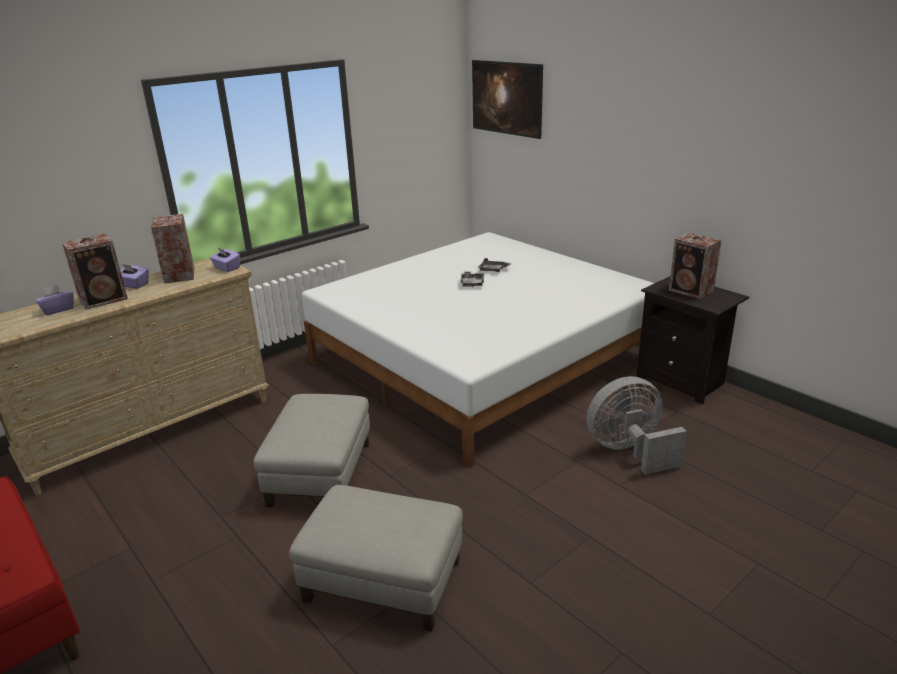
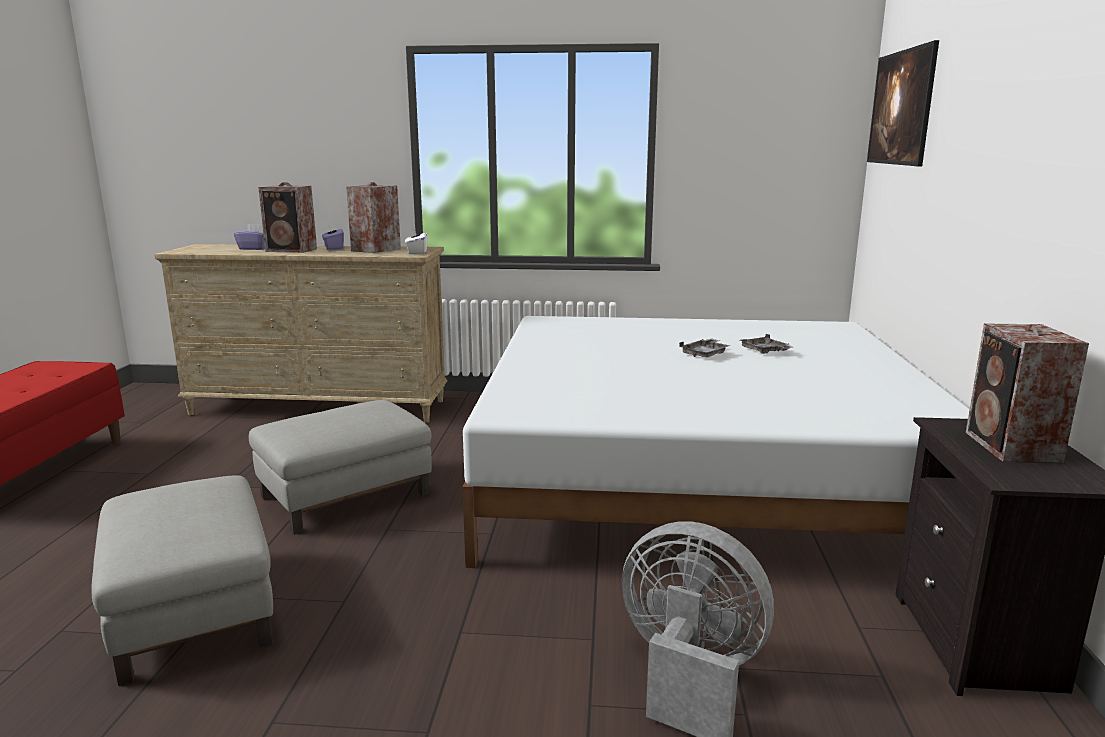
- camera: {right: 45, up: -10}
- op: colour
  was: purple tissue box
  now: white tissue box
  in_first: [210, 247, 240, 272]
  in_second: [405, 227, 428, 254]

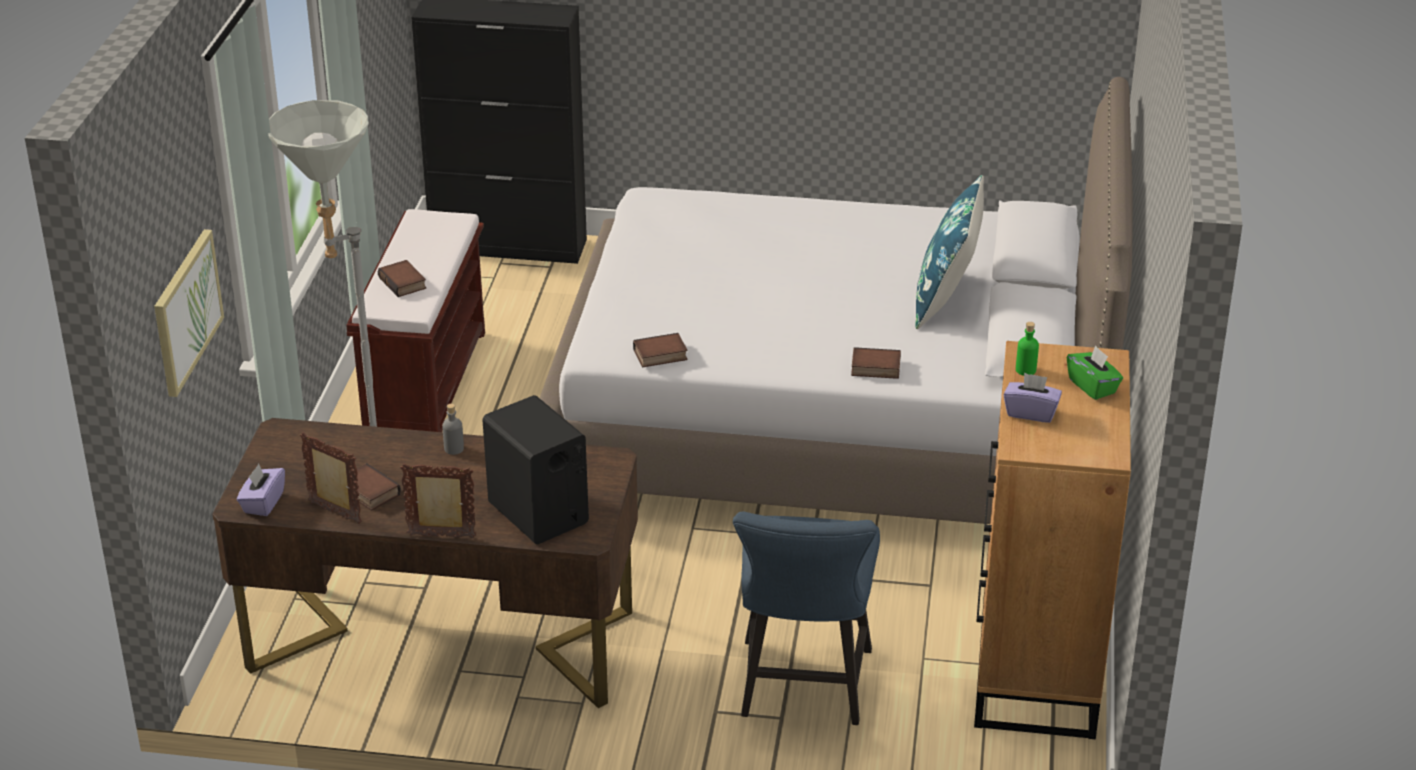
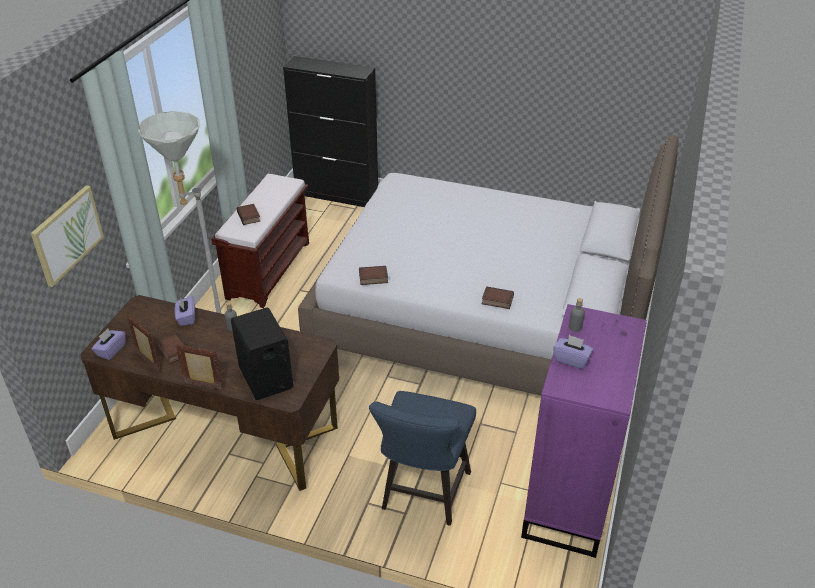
- camera: {right: 10, up: 5}
- op: missing
  was: blue pillow
  in_first: [915, 175, 984, 329]
- op: colour
  was: brown dresser
  now: purple dresser
  in_first: [974, 341, 1131, 739]
  in_second: [521, 304, 647, 558]
- op: colour
  was: green bottle
  now: grey bottle
  in_first: [1016, 322, 1039, 376]
  in_second: [569, 298, 585, 332]
- op: missing
  was: green tissue box
  in_first: [1067, 345, 1123, 400]
- op: appeared
  now: purple tissue box
  in_second: [175, 296, 195, 326]

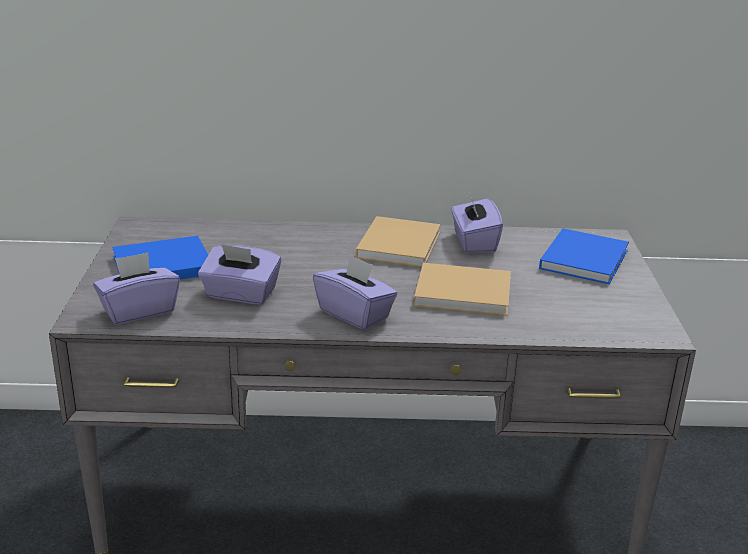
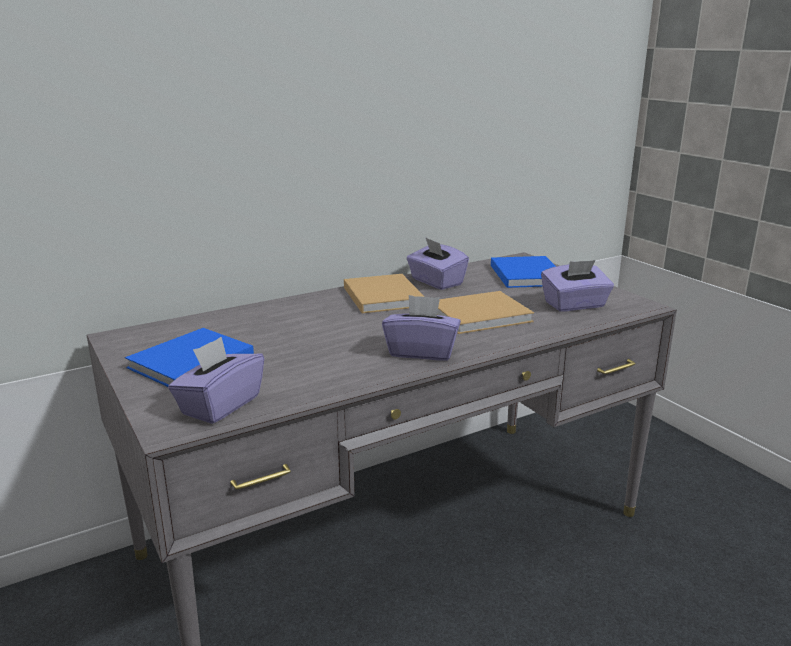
- camera: {right: -30, up: -5}
- op: relocated
  was: purple tissue box
  in_first: [198, 244, 282, 305]
  in_second: [541, 260, 614, 312]

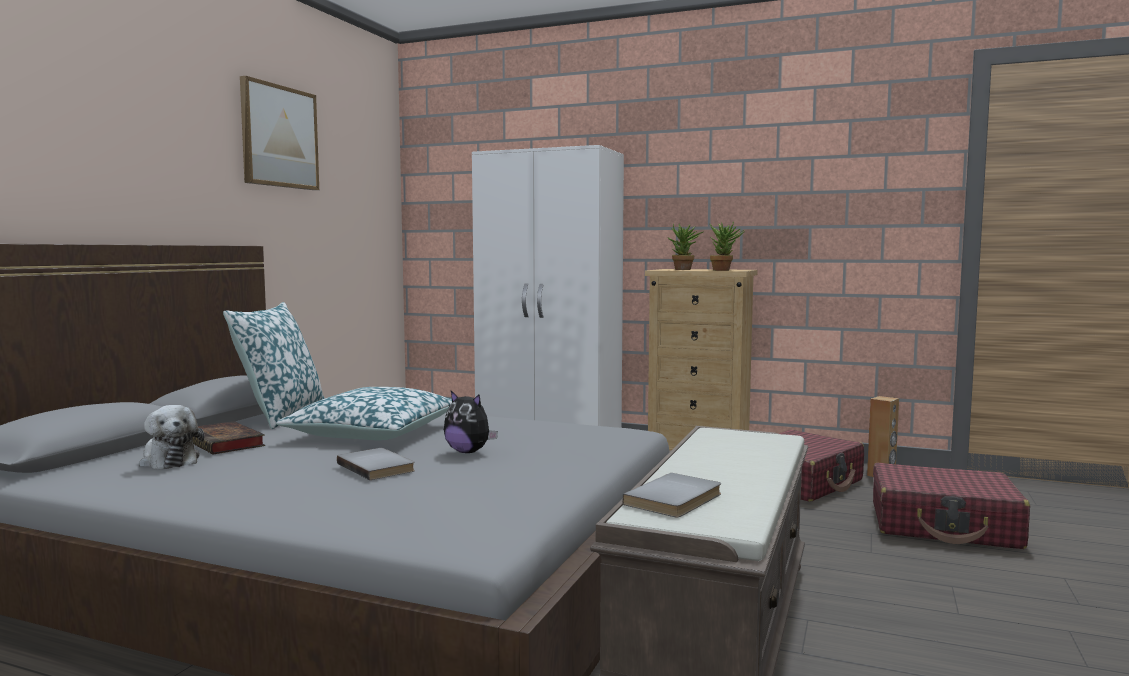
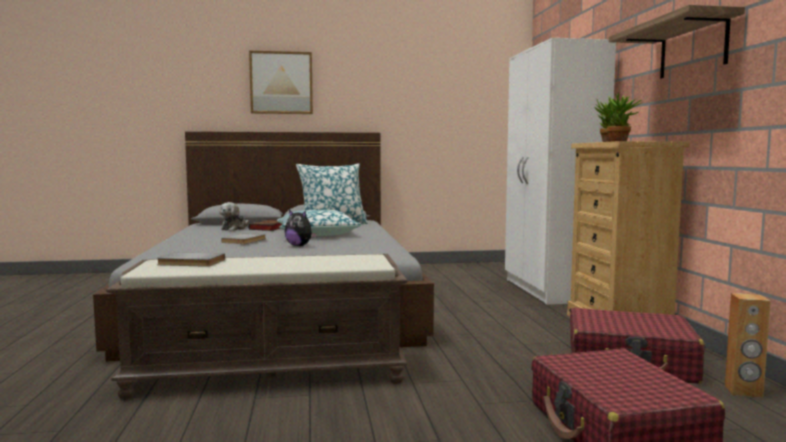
- camera: {right: 60, up: 0}
- op: relocated
  was: picture
  in_first: [240, 76, 319, 190]
  in_second: [249, 51, 313, 114]
- op: spun
  was: plush toy
  in_first: [444, 391, 498, 453]
  in_second: [285, 210, 317, 246]
  clockwise: -60
- op: appeared
  now: shelf
  in_second: [609, 5, 745, 79]

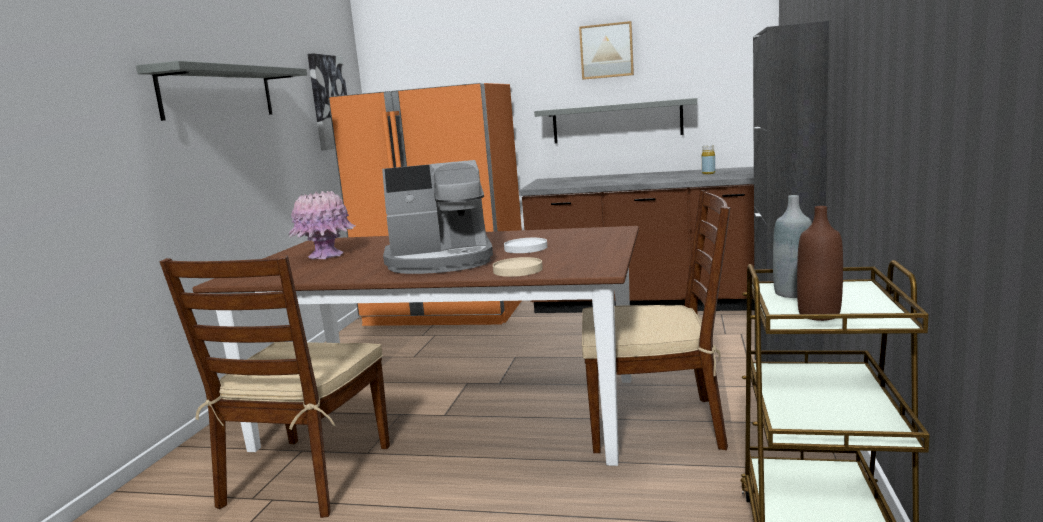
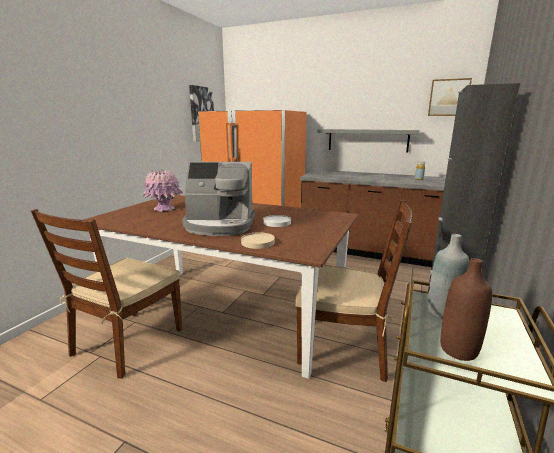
- camera: {right: 10, up: 5}
- op: missing
  was: grey shelf
  in_first: [136, 61, 307, 121]
- op: relocated
  was: picture
  in_first: [579, 21, 634, 80]
  in_second: [428, 78, 472, 116]

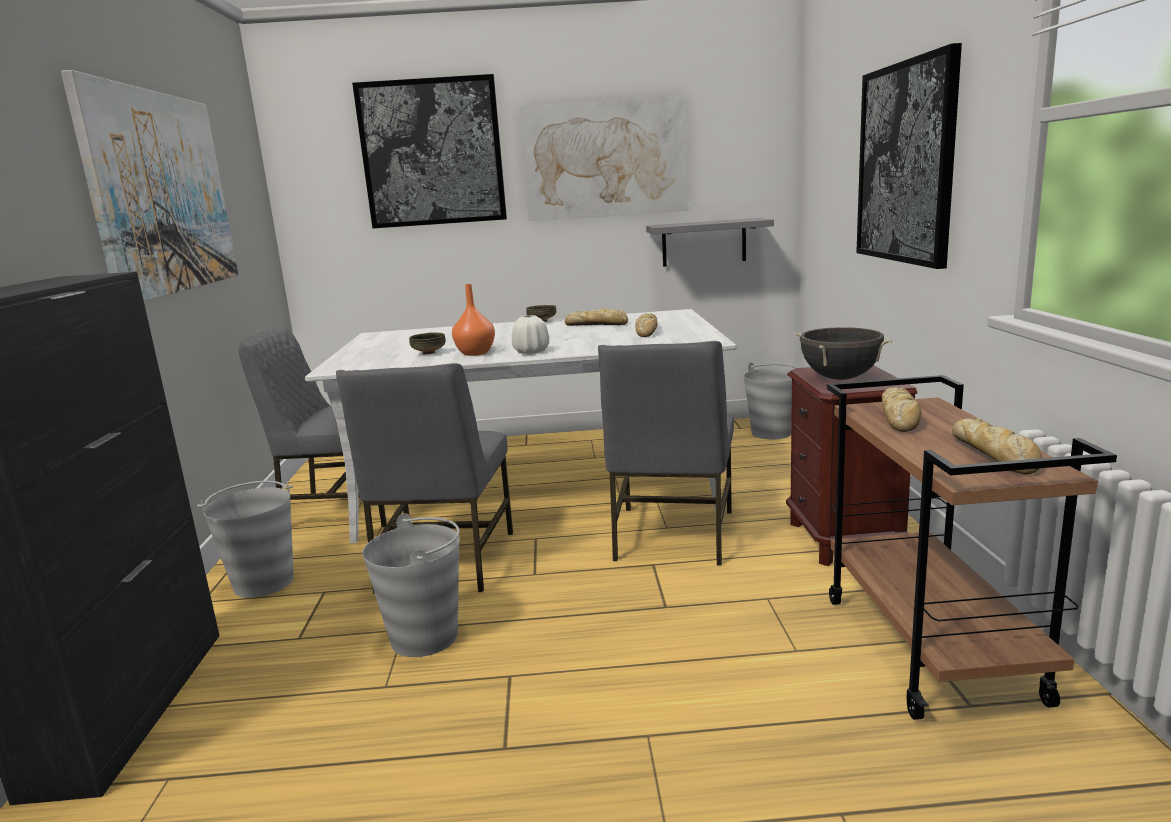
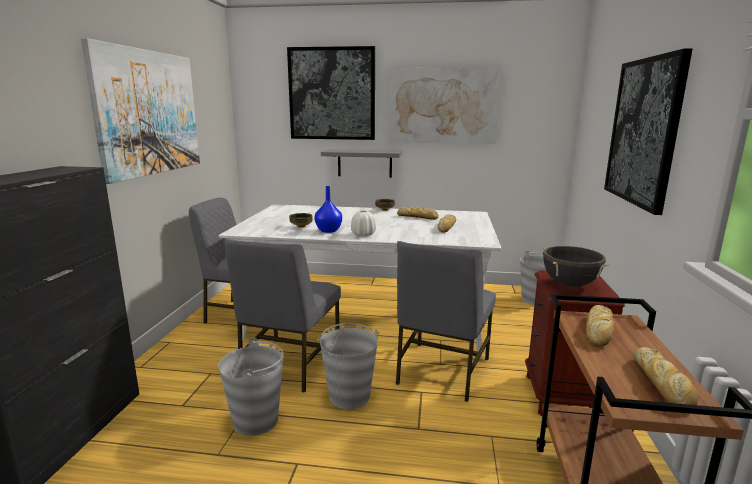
- camera: {right: 10, up: 0}
- op: relocated
  was: grey bucket
  in_first: [197, 481, 294, 598]
  in_second: [317, 323, 379, 409]
- op: colour
  was: orange vase
  now: blue vase
  in_first: [452, 284, 495, 356]
  in_second: [314, 186, 342, 233]
- op: relocated
  was: grey shelf
  in_first: [646, 218, 774, 267]
  in_second: [321, 149, 402, 178]

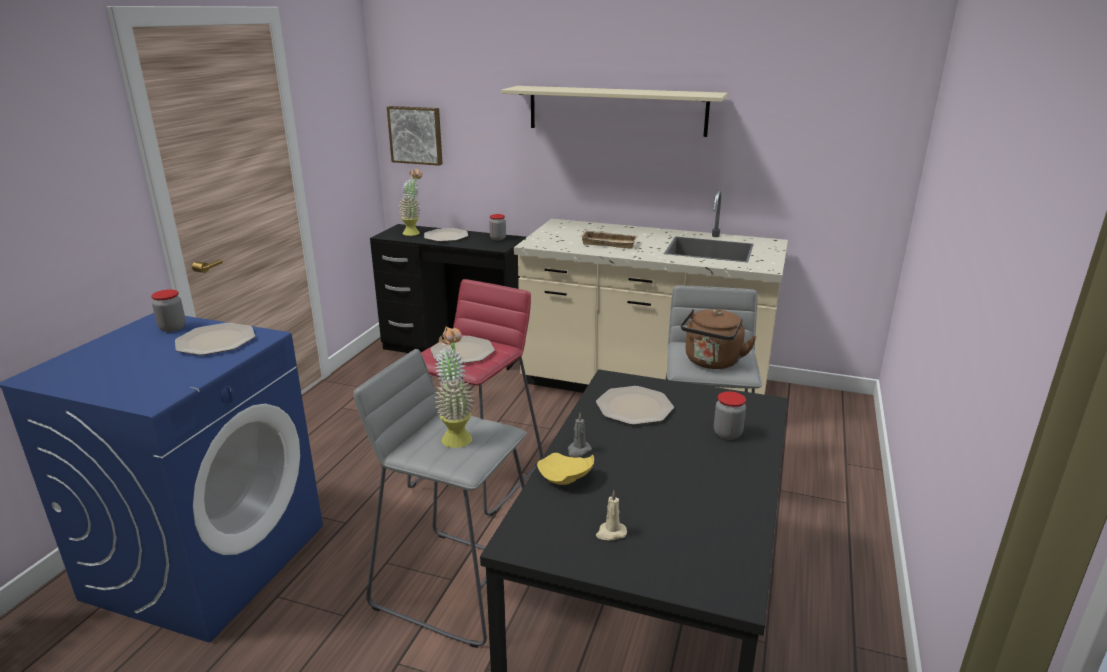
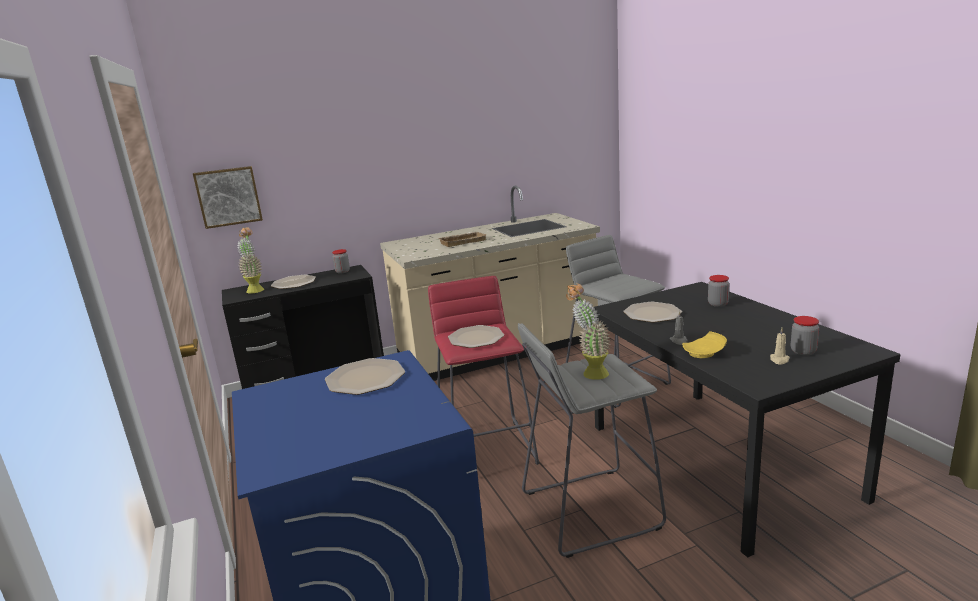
- camera: {right: -40, up: -5}
- op: relocated
  was: jar
  in_first: [151, 289, 186, 332]
  in_second: [791, 316, 819, 355]
- op: missing
  was: beige shelf
  in_first: [501, 86, 727, 137]
- op: missing
  was: brown kettle
  in_first: [681, 309, 756, 369]

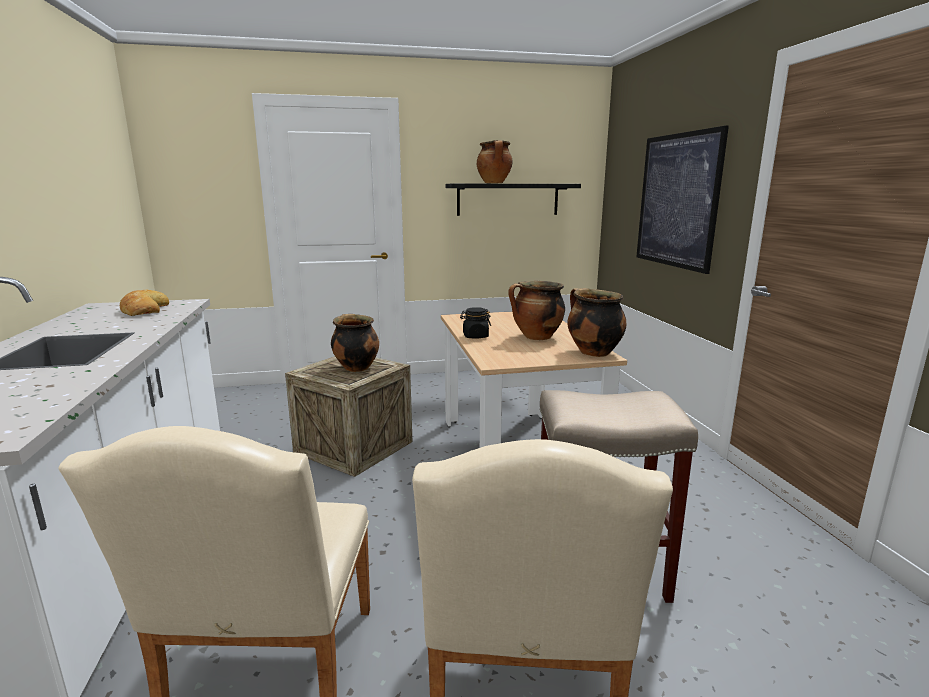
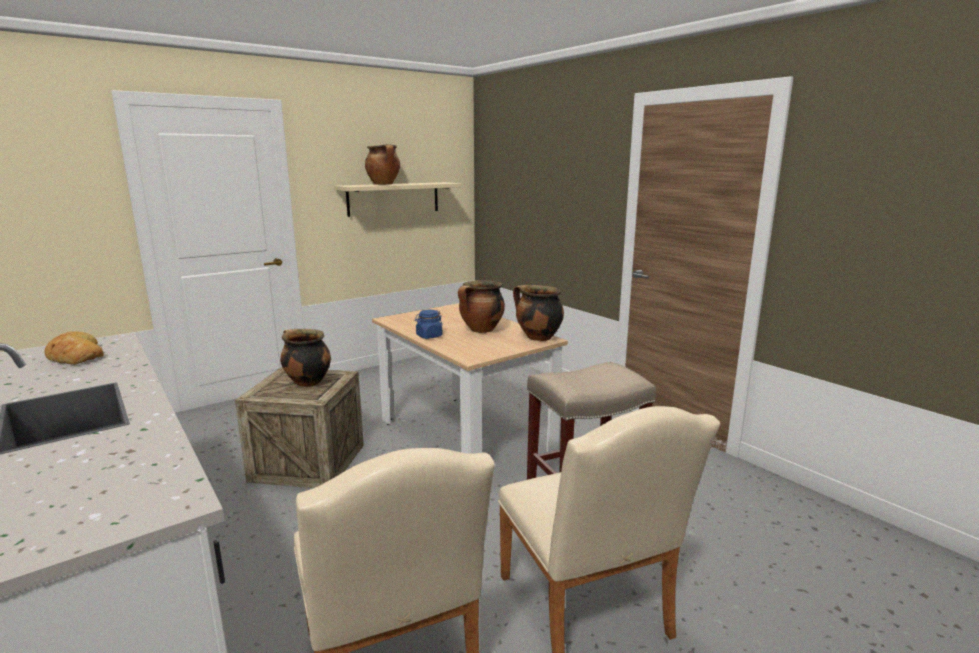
- camera: {right: -25, up: 0}
- op: colour
  was: black shelf
  now: beige shelf
  in_first: [445, 184, 581, 216]
  in_second: [334, 182, 461, 217]
- op: colour
  was: black jar
  now: blue jar
  in_first: [460, 307, 491, 339]
  in_second: [415, 310, 443, 339]
- op: missing
  was: picture
  in_first: [636, 126, 729, 274]

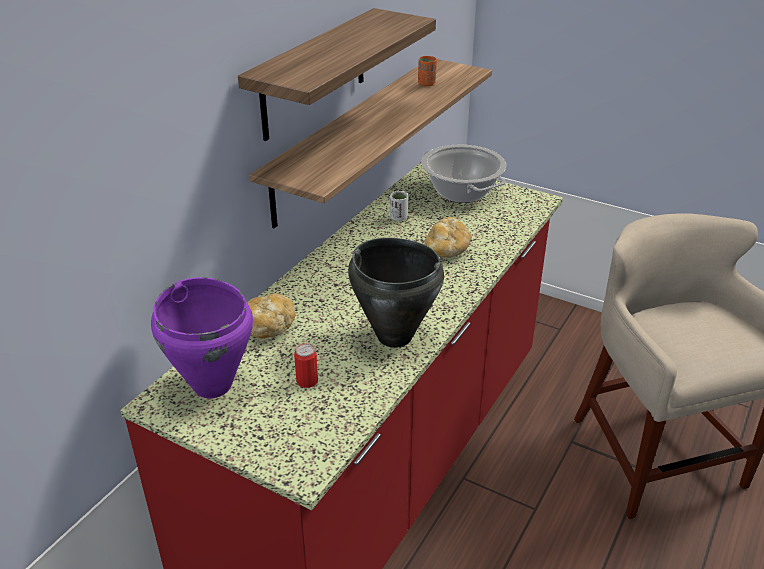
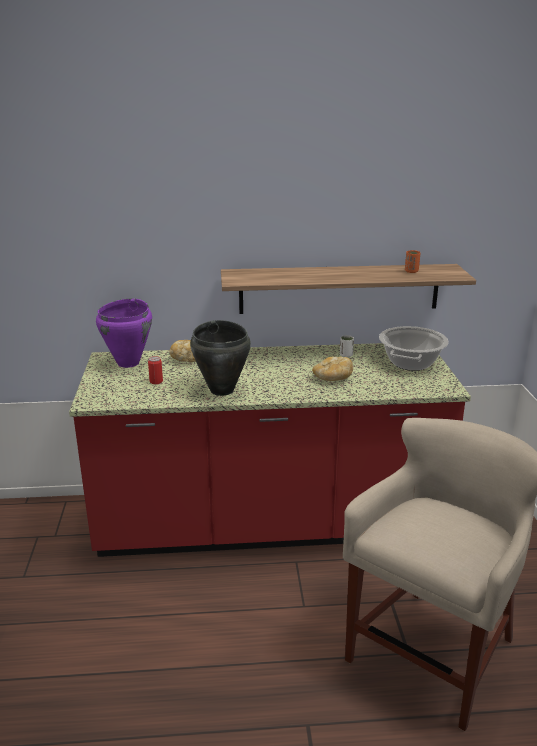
- camera: {right: 55, up: -10}
- op: missing
  was: shelf
  in_first: [238, 8, 436, 141]

